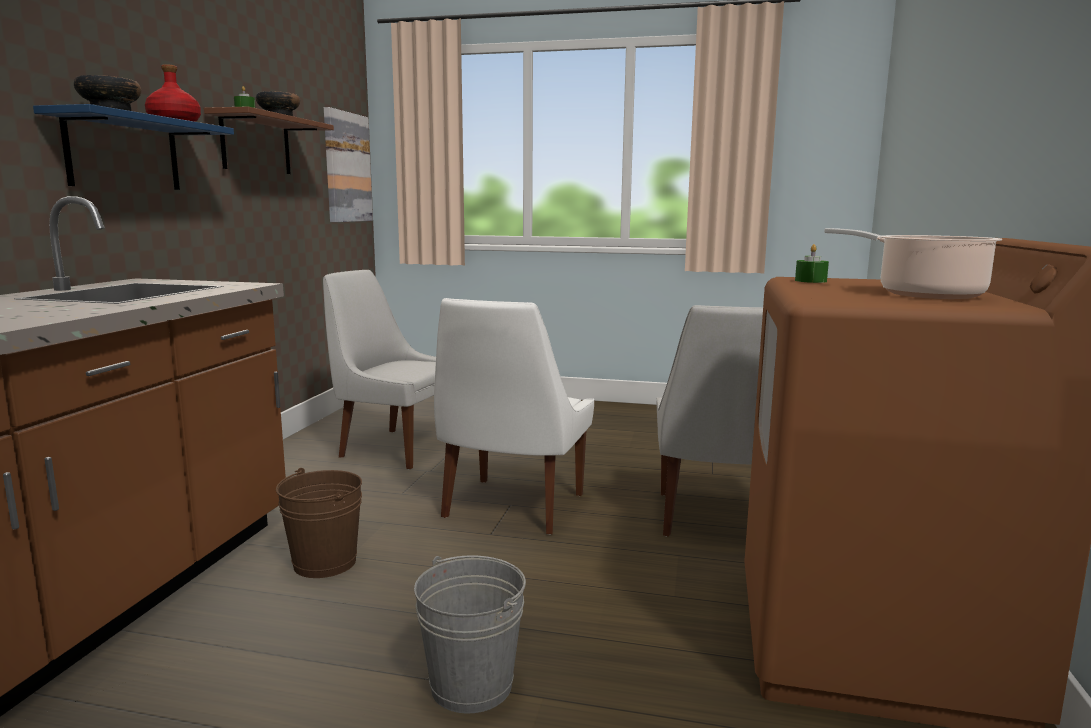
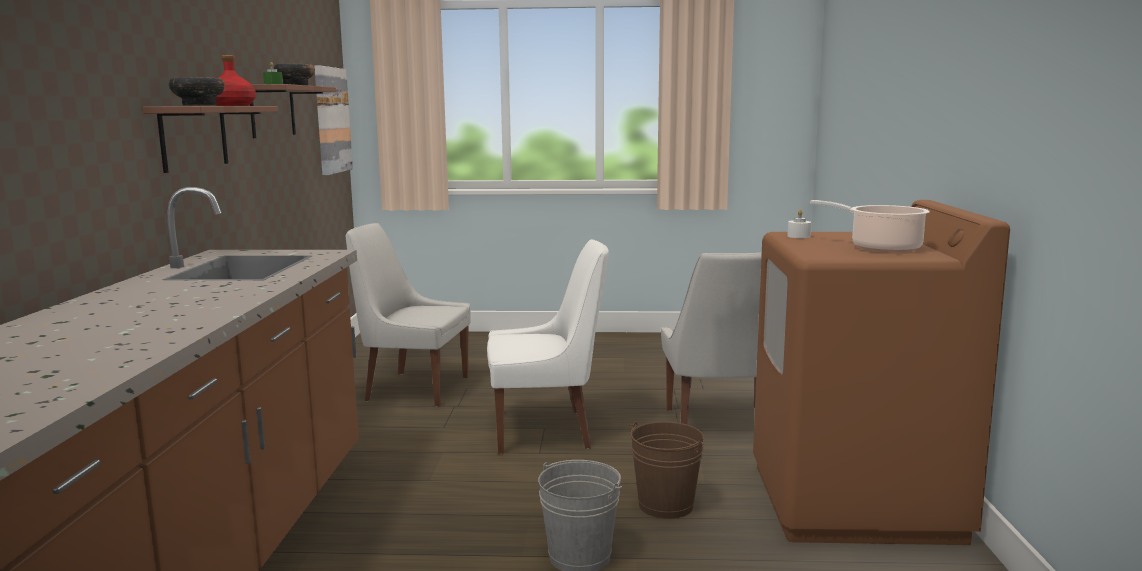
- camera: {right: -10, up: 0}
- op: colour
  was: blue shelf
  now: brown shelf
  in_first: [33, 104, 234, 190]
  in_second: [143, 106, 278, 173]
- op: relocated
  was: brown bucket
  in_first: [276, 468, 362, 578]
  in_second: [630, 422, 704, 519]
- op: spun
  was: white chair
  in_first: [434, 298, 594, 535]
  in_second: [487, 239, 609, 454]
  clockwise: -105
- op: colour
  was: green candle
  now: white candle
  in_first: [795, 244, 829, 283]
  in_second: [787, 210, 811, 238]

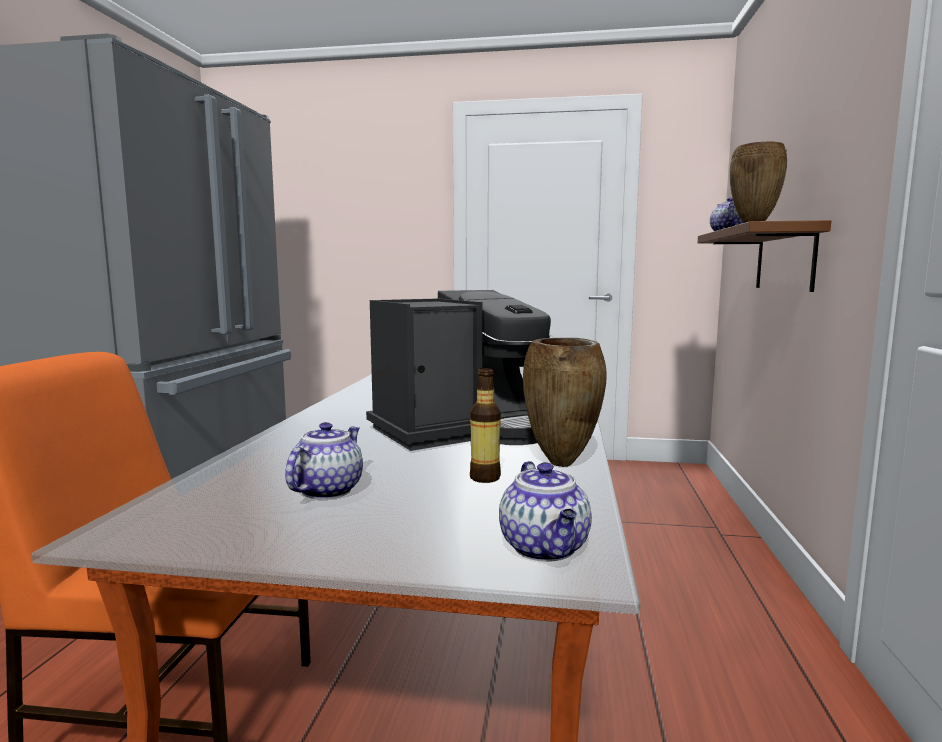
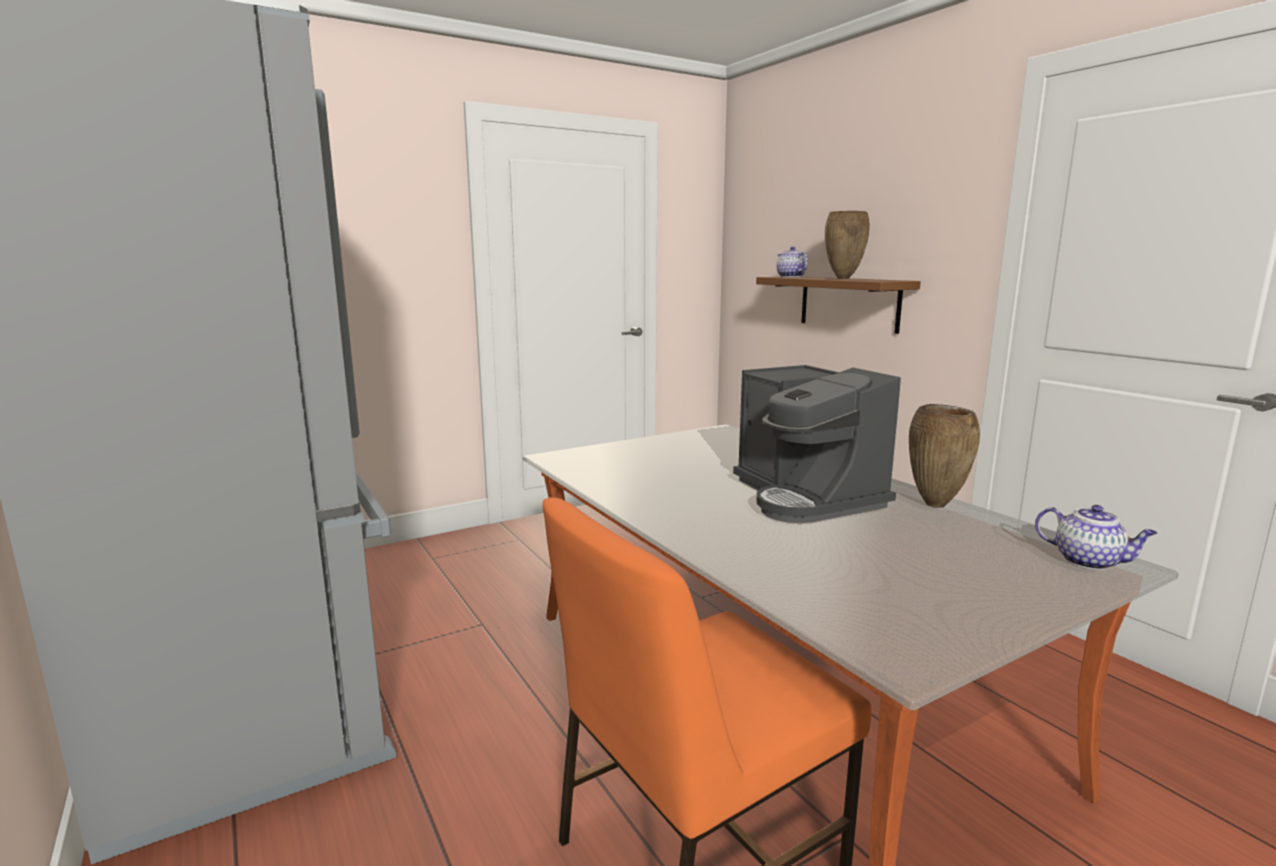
- camera: {right: -40, up: 5}
- op: missing
  was: teapot
  in_first: [285, 422, 363, 500]
- op: spun
  was: coffee machine
  in_first: [366, 290, 554, 451]
  in_second: [733, 365, 901, 523]
  clockwise: 135
- op: missing
  was: bottle
  in_first: [470, 368, 501, 483]

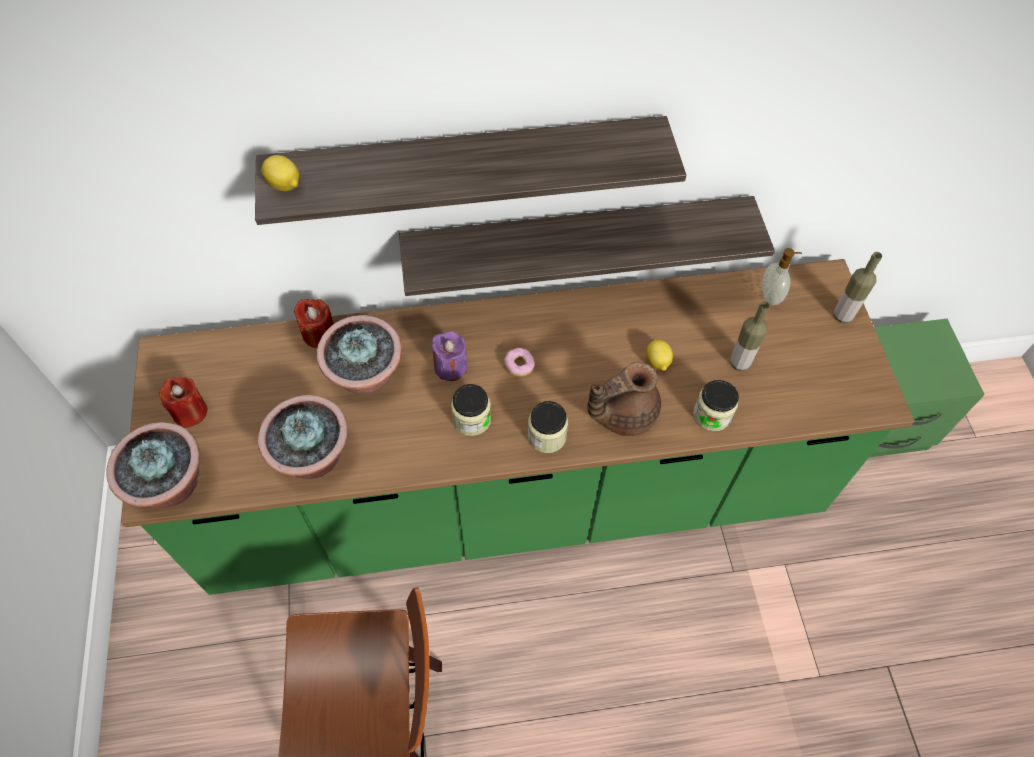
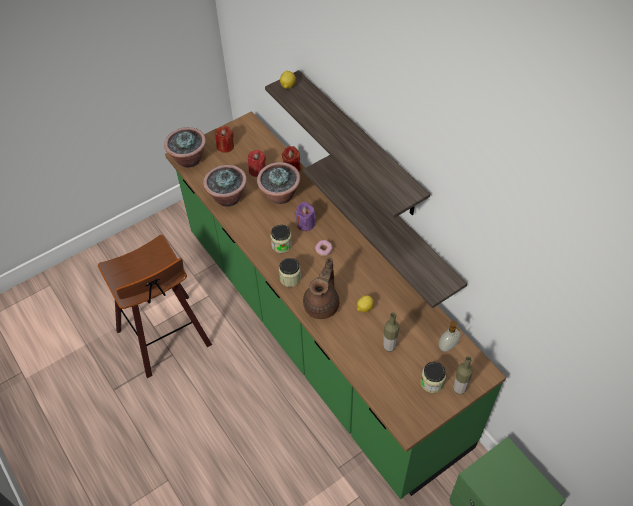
- camera: {right: 65, up: -5}
- op: spun
  was: brown teapot
  in_first: [587, 362, 661, 436]
  in_second: [303, 257, 339, 319]
  clockwise: 75
- op: relocated
  was: jar
  in_first: [693, 380, 739, 431]
  in_second: [420, 362, 446, 393]
- op: appeared
  now: red candle
  in_second: [248, 150, 266, 177]

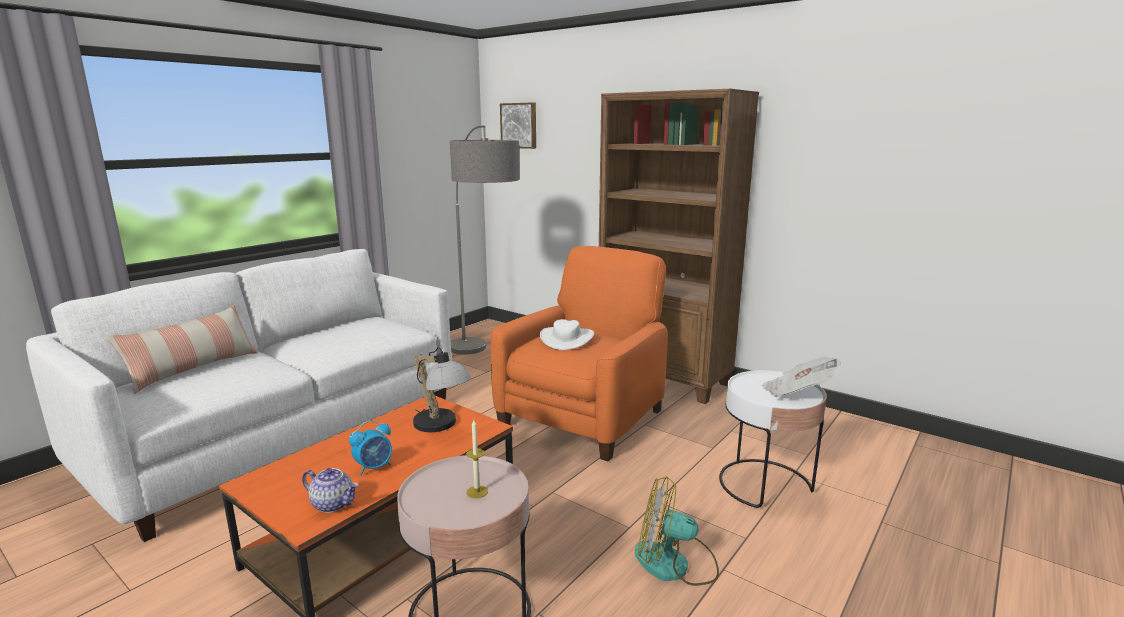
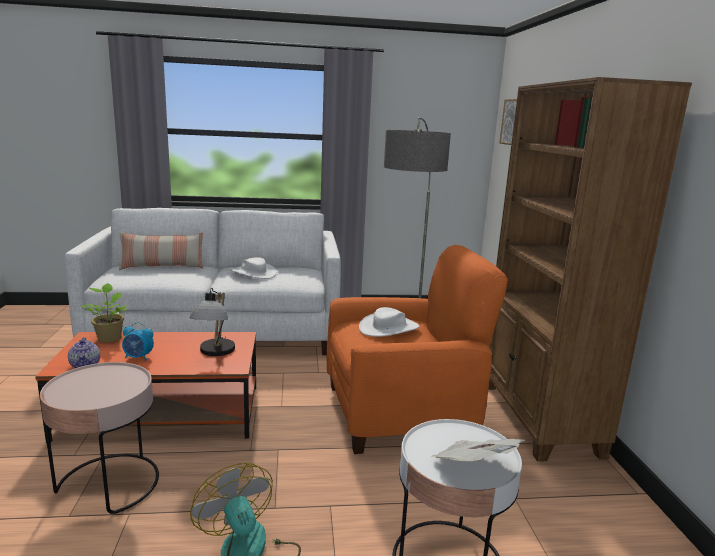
- camera: {right: 45, up: 0}
- op: missing
  was: candle
  in_first: [466, 420, 488, 498]
- op: appeared
  now: potted plant
  in_second: [80, 283, 127, 343]
- op: appeared
  now: white hat
  in_second: [230, 257, 277, 279]

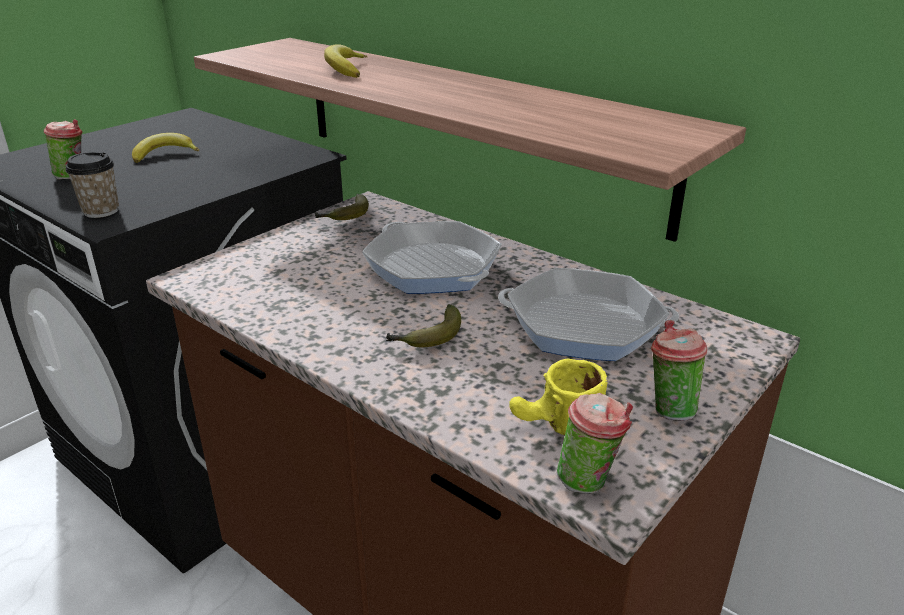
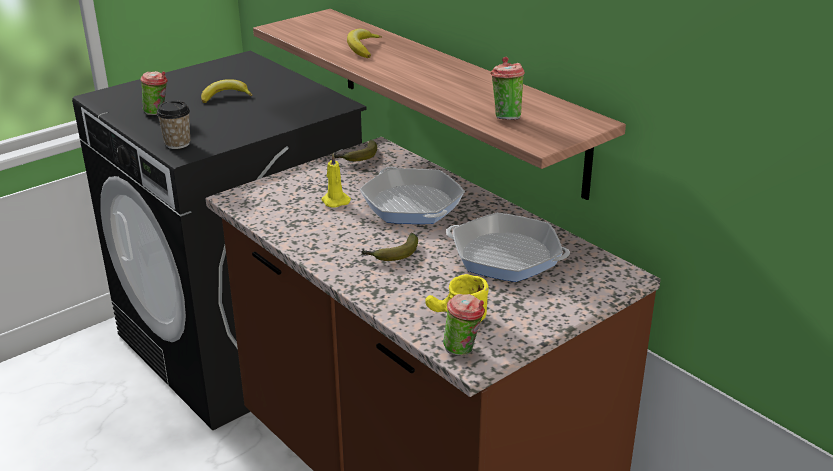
- camera: {right: 10, up: 0}
- op: relocated
  was: cup
  in_first: [651, 320, 708, 421]
  in_second: [491, 57, 525, 120]
- op: appeared
  now: yellow candle
  in_second: [321, 153, 351, 208]

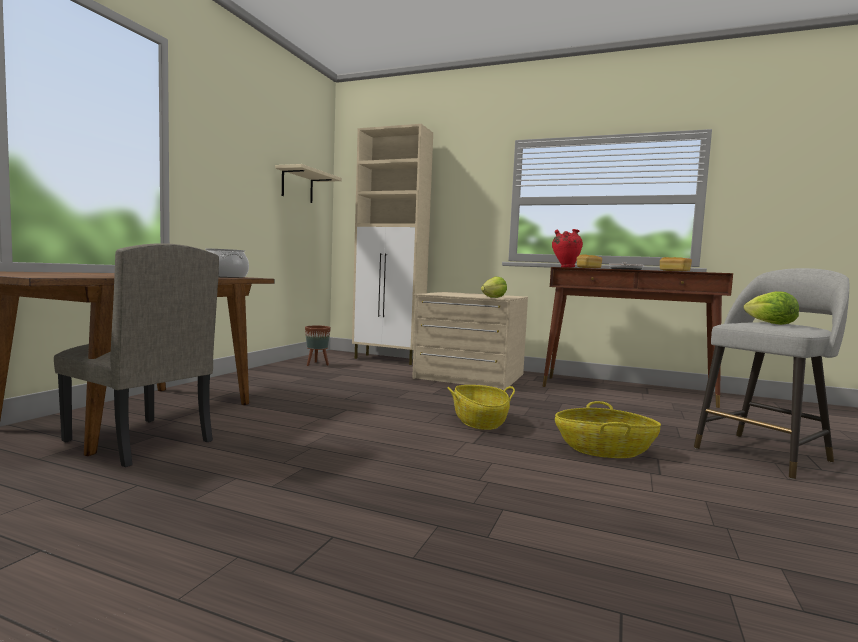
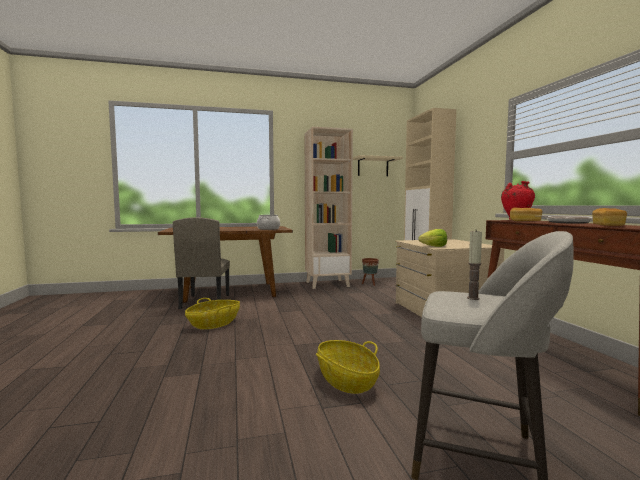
- camera: {right: 55, up: 0}
- op: relocated
  was: basket
  in_first: [448, 385, 515, 430]
  in_second: [185, 298, 240, 329]
- op: exchanged
  was: lettuce
  now: candle
  in_first: [743, 291, 799, 325]
  in_second: [467, 229, 482, 300]
- op: appeared
  now: beige bookcase
  in_second: [305, 127, 353, 289]

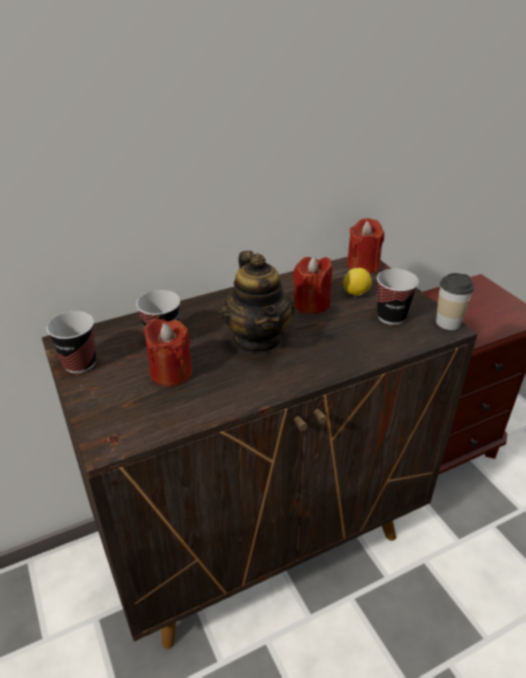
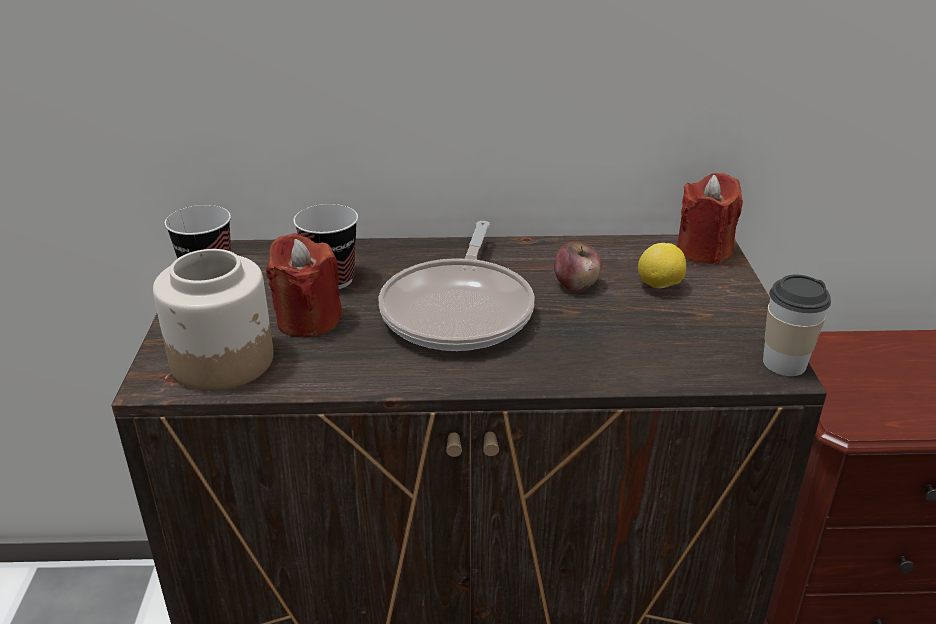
- camera: {right: 25, up: -5}
- op: exchanged
  was: teapot
  now: frying pan
  in_first: [221, 251, 294, 353]
  in_second: [379, 221, 534, 351]
- op: exchanged
  was: red candle
  now: apple
  in_first: [293, 256, 332, 314]
  in_second: [554, 242, 602, 291]
- op: missing
  was: cup
  in_first: [377, 269, 419, 325]
- op: appeared
  now: jar
  in_second: [153, 249, 274, 391]

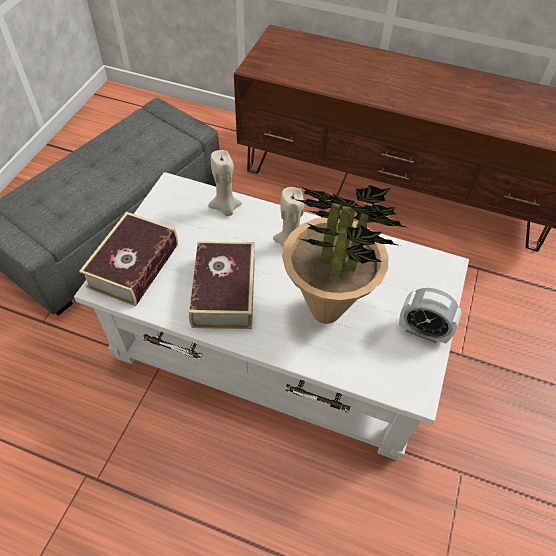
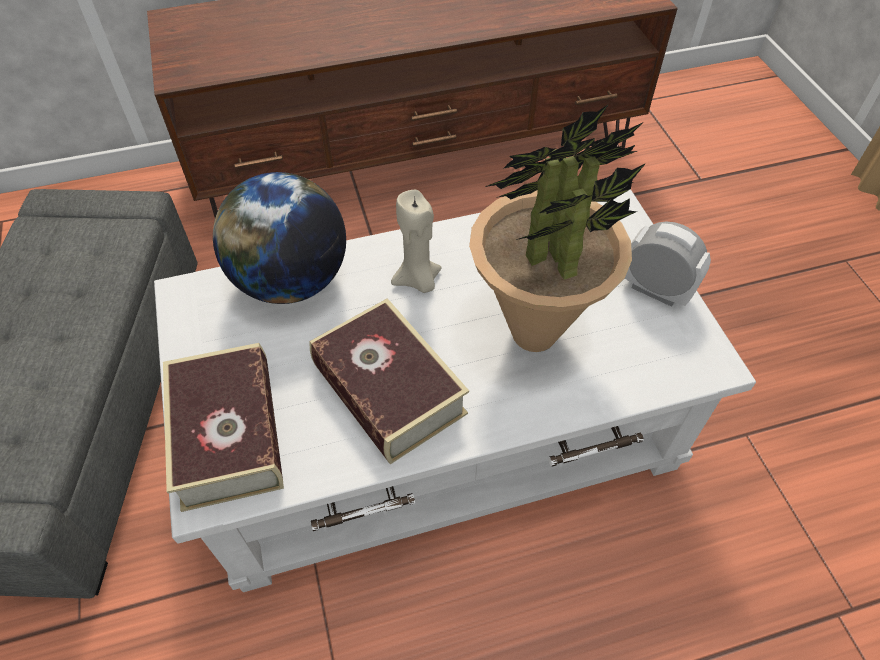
- camera: {right: -35, up: 0}
- op: exchanged
  was: beige candle
  now: globe
  in_first: [208, 150, 242, 216]
  in_second: [213, 172, 346, 304]
- op: spun
  was: alarm clock
  in_first: [399, 288, 461, 344]
  in_second: [625, 222, 711, 307]
  clockwise: -135

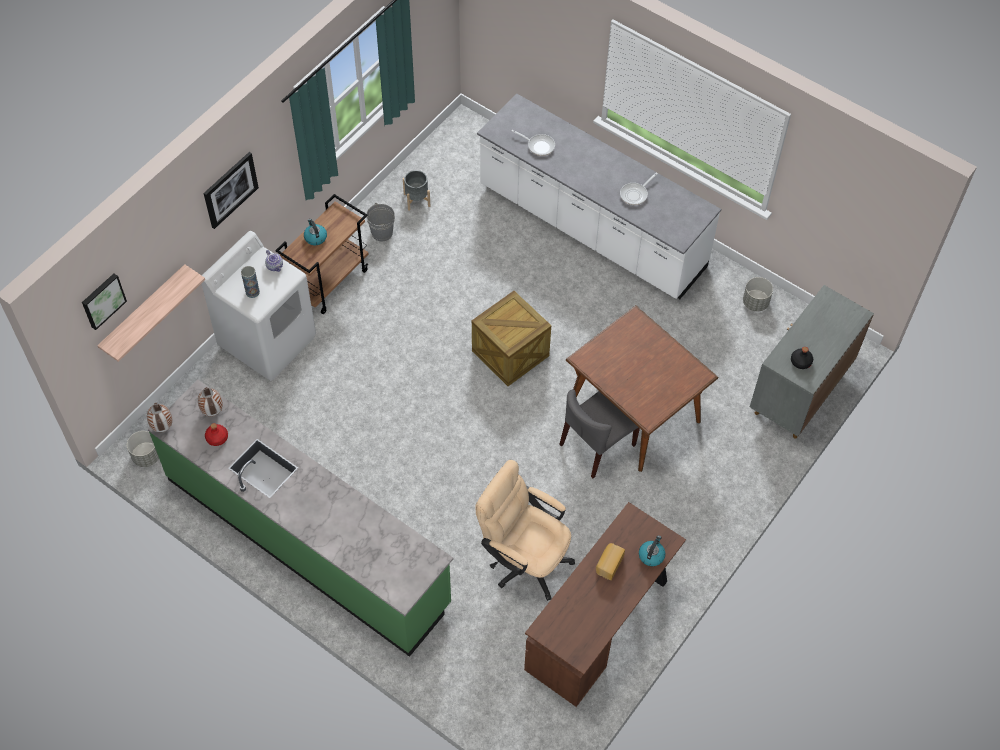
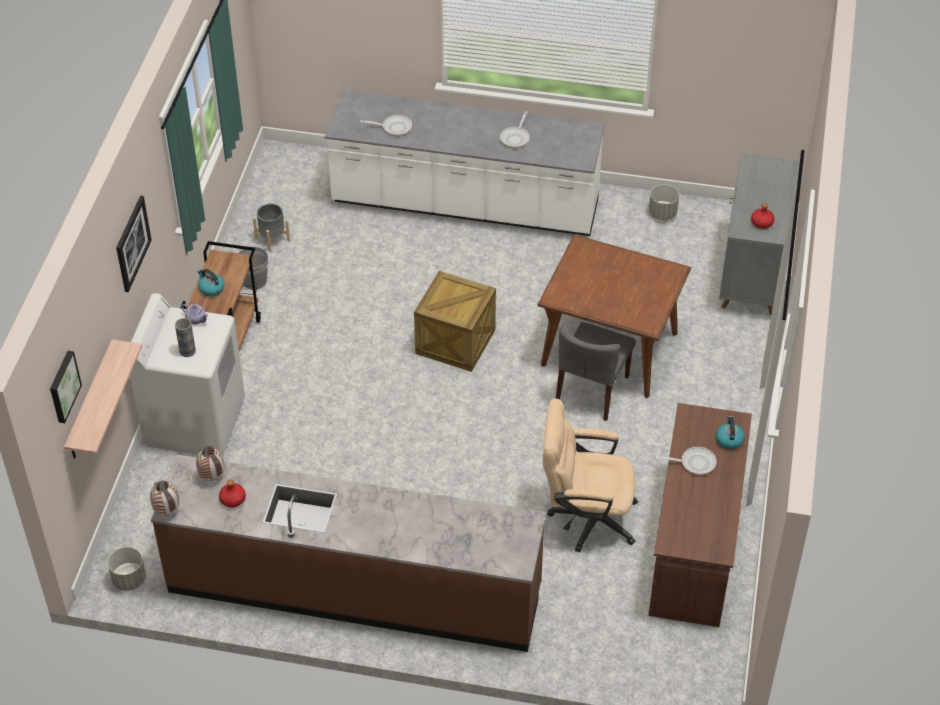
- camera: {right: -25, up: -10}
- op: colour
  was: green counter
  now: brown counter
  in_first: [148, 380, 453, 657]
  in_second: [151, 454, 546, 652]
- op: exchanged
  was: bread
  now: frying pan
  in_first: [596, 543, 625, 580]
  in_second: [656, 447, 717, 475]
- op: colour
  was: black bottle
  now: red bottle
  in_first: [791, 347, 813, 369]
  in_second: [751, 203, 775, 229]

